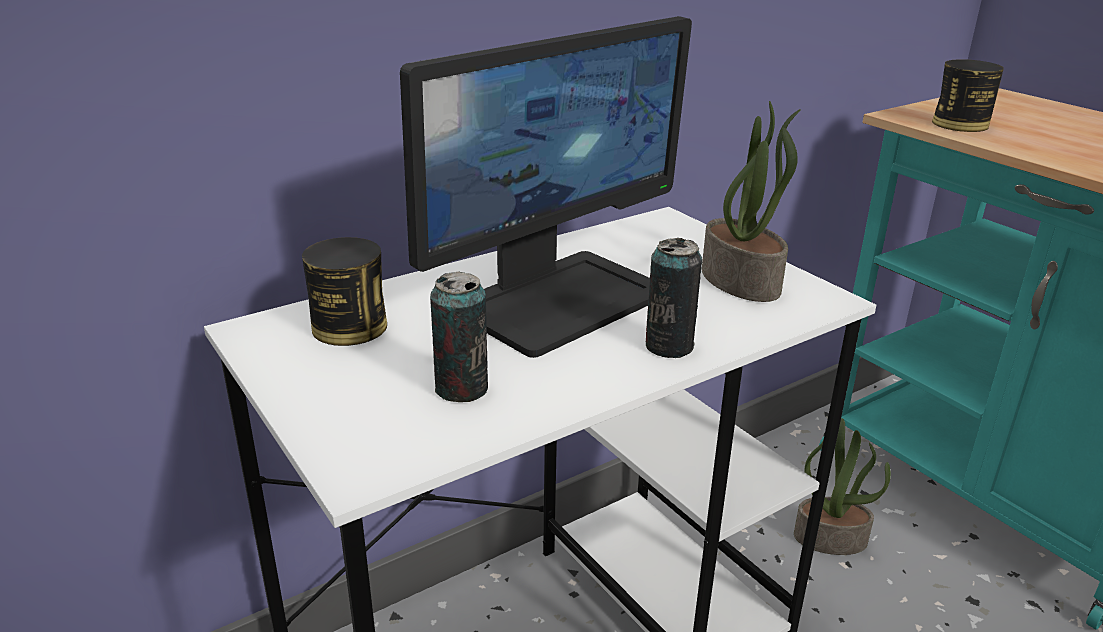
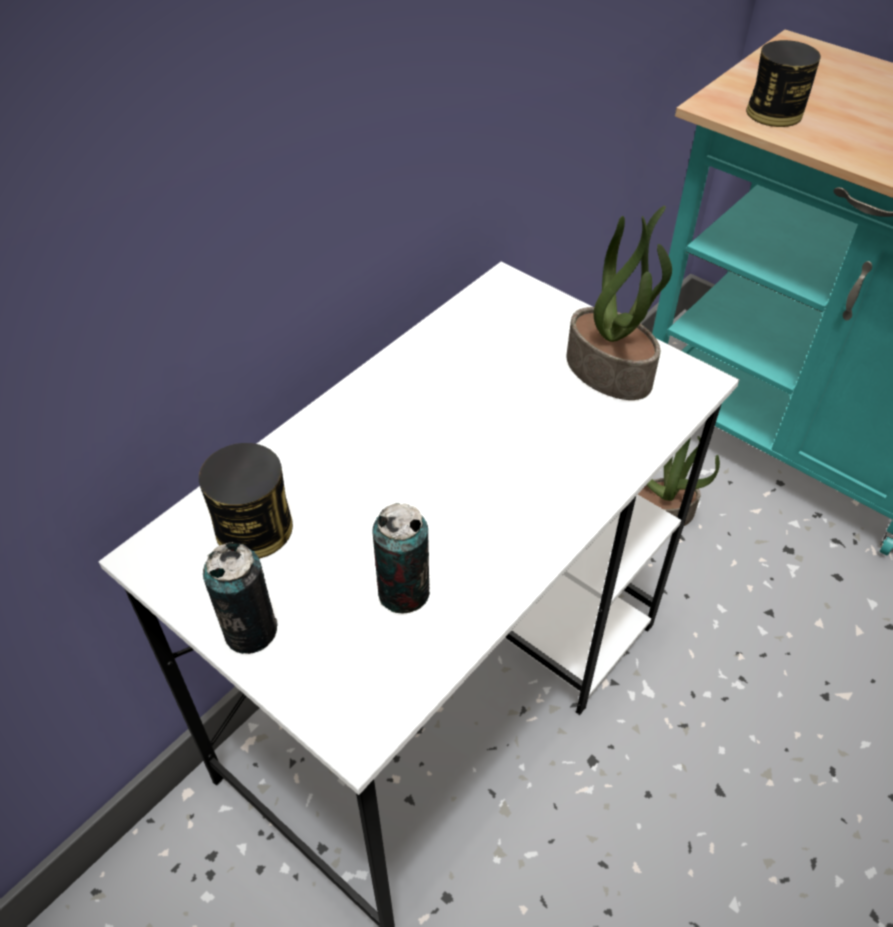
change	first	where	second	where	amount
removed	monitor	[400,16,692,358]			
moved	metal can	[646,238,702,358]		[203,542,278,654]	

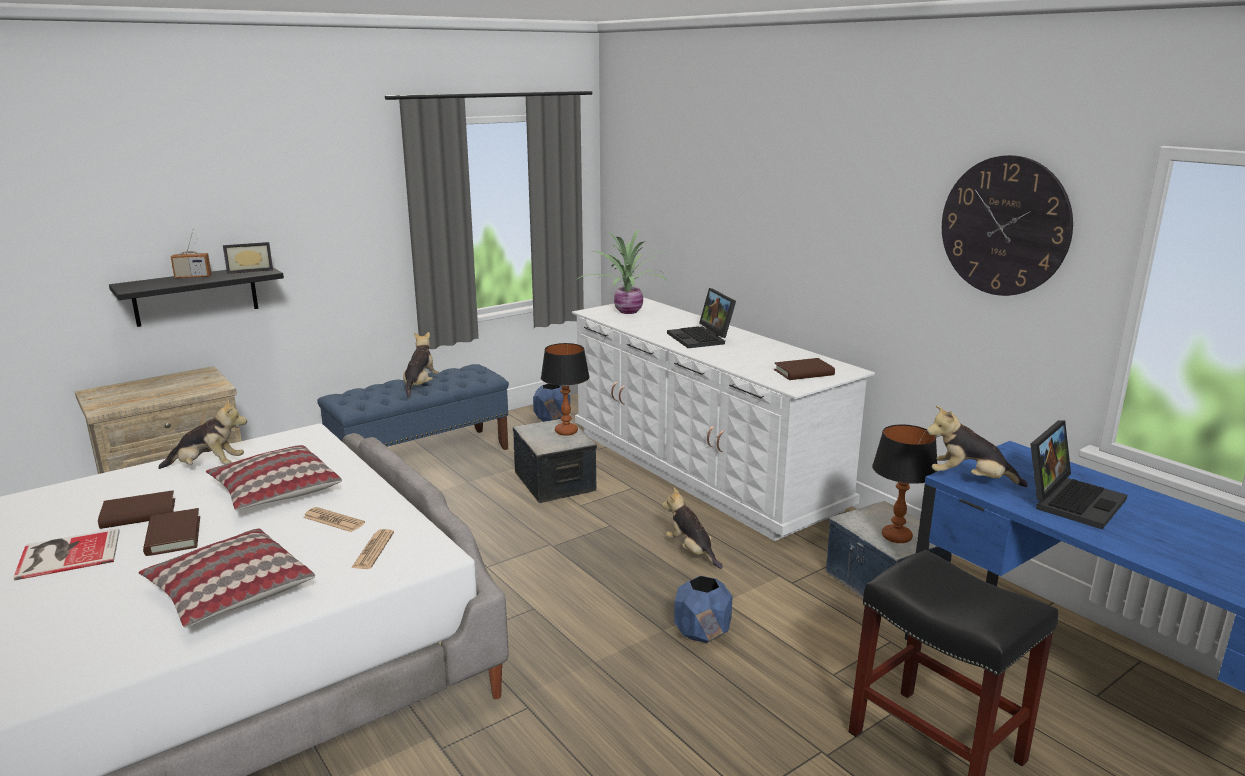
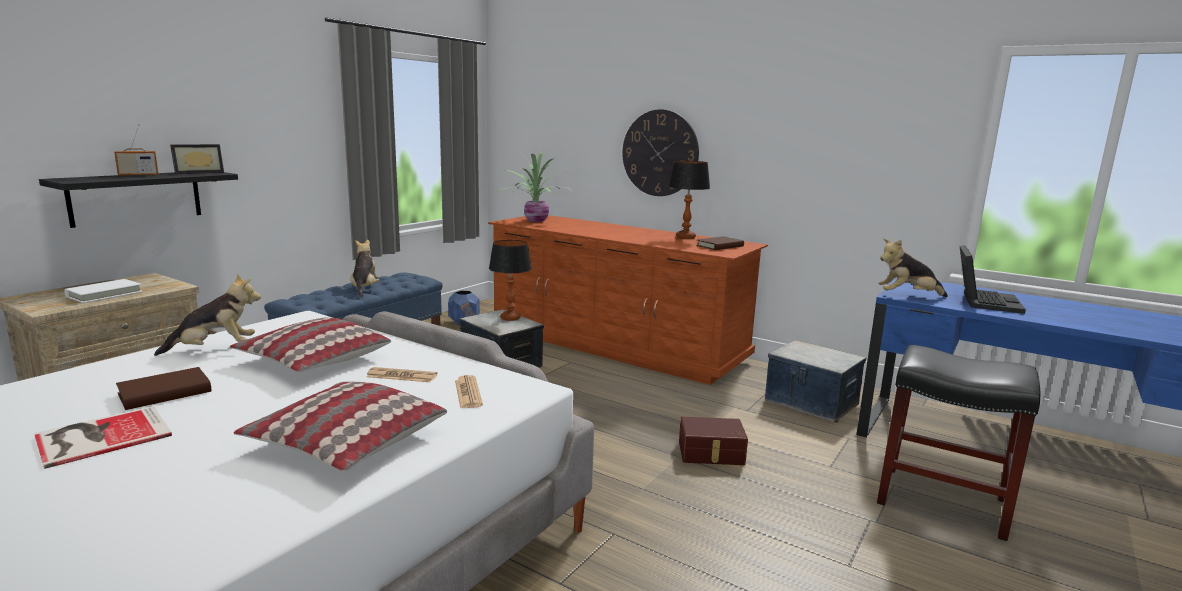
change	first	where	second	where	amount
removed	volume (brownish)	[143,508,200,556]			
recoloured	dresser (white)	[572,298,875,541]	dresser (brownish)	[488,215,768,385]	
removed	cuddly toy	[662,488,723,569]			
removed	notebook computer	[667,288,736,348]			
replaced	planter (blue)	[674,576,733,643]	storage box (brownish)	[679,417,748,465]	
moved	lamp for a table	[872,425,938,543]		[668,161,710,239]	
moved	hanging clock	[942,155,1073,296]		[622,109,699,196]	
added			volume (white)	[64,279,143,303]	

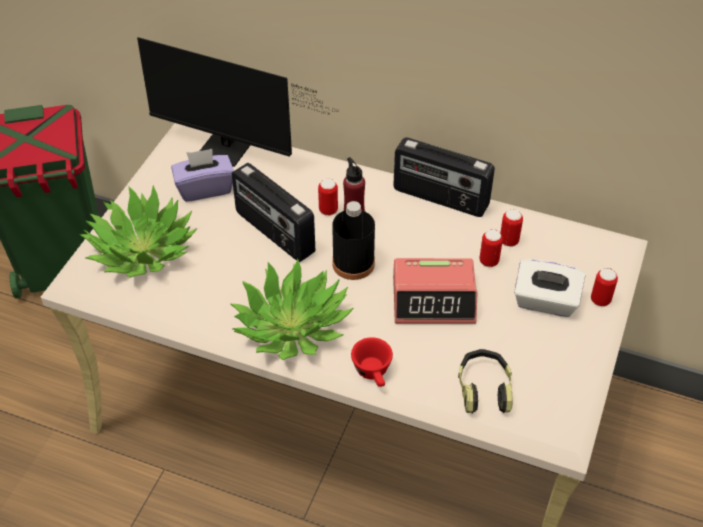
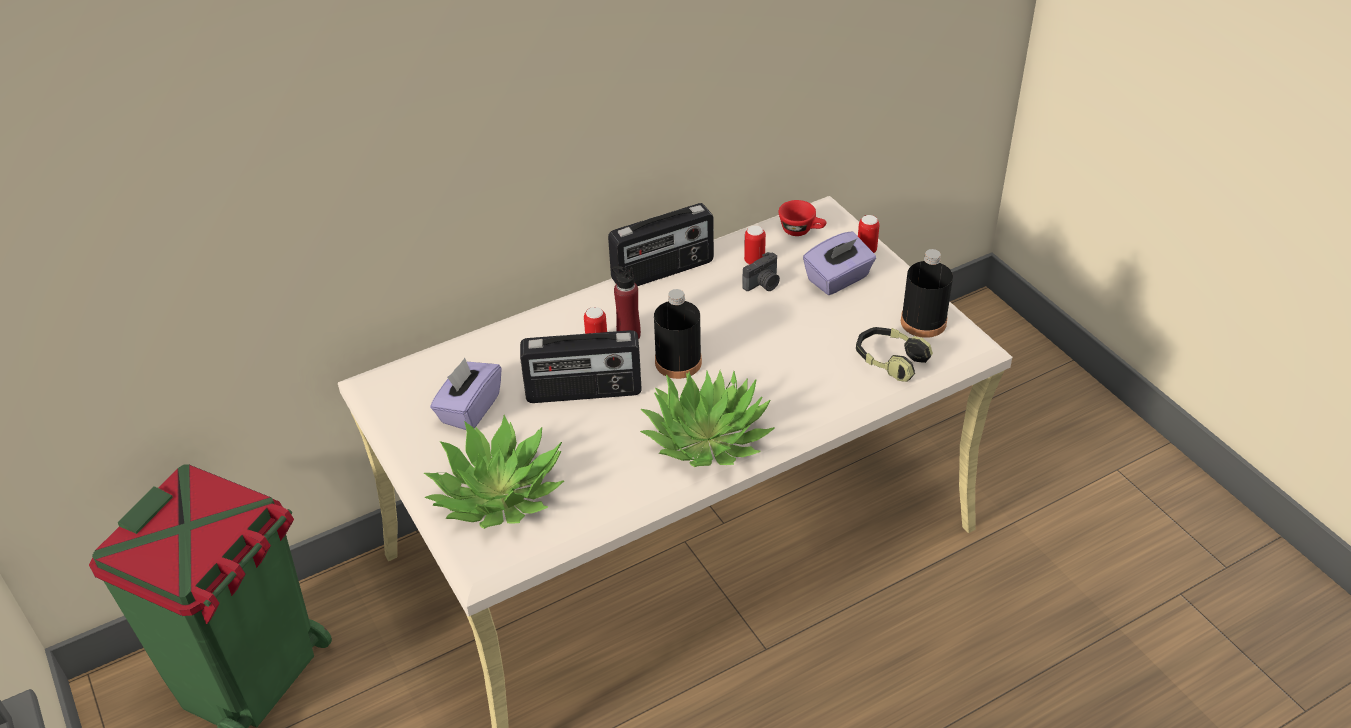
change	first	where	second	where	amount
removed	monitor	[137,37,337,167]			
moved	small cup (red)	[351,337,393,387]		[779,200,826,236]	
removed	bedside clock	[393,258,478,324]			
replaced	metal can	[479,229,503,267]	photo camera	[742,252,780,291]	
recoloured	tissue holder (white)	[514,259,586,317]	tissue holder (purple-coloured)	[803,232,876,295]	
added			beverage bottle (black-coloured)	[901,249,953,338]	

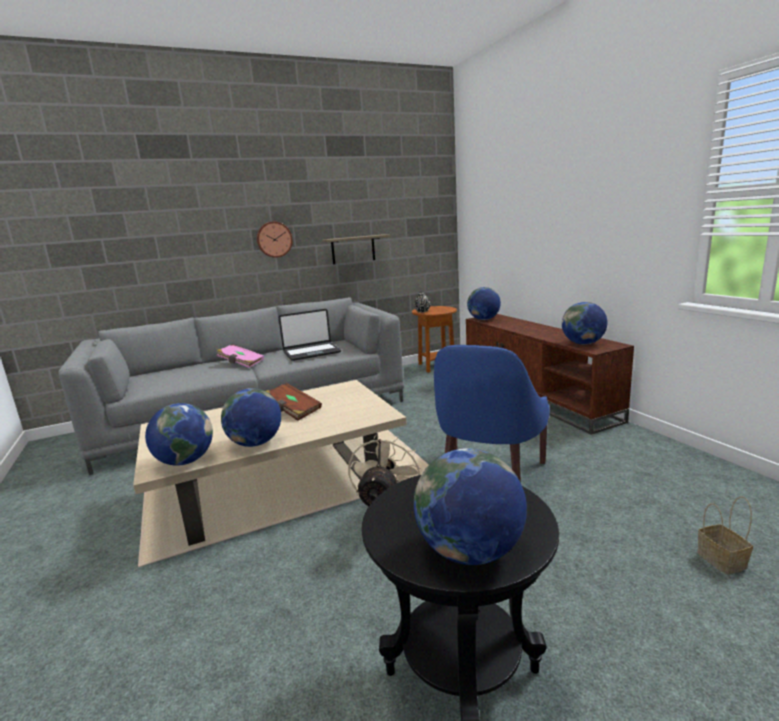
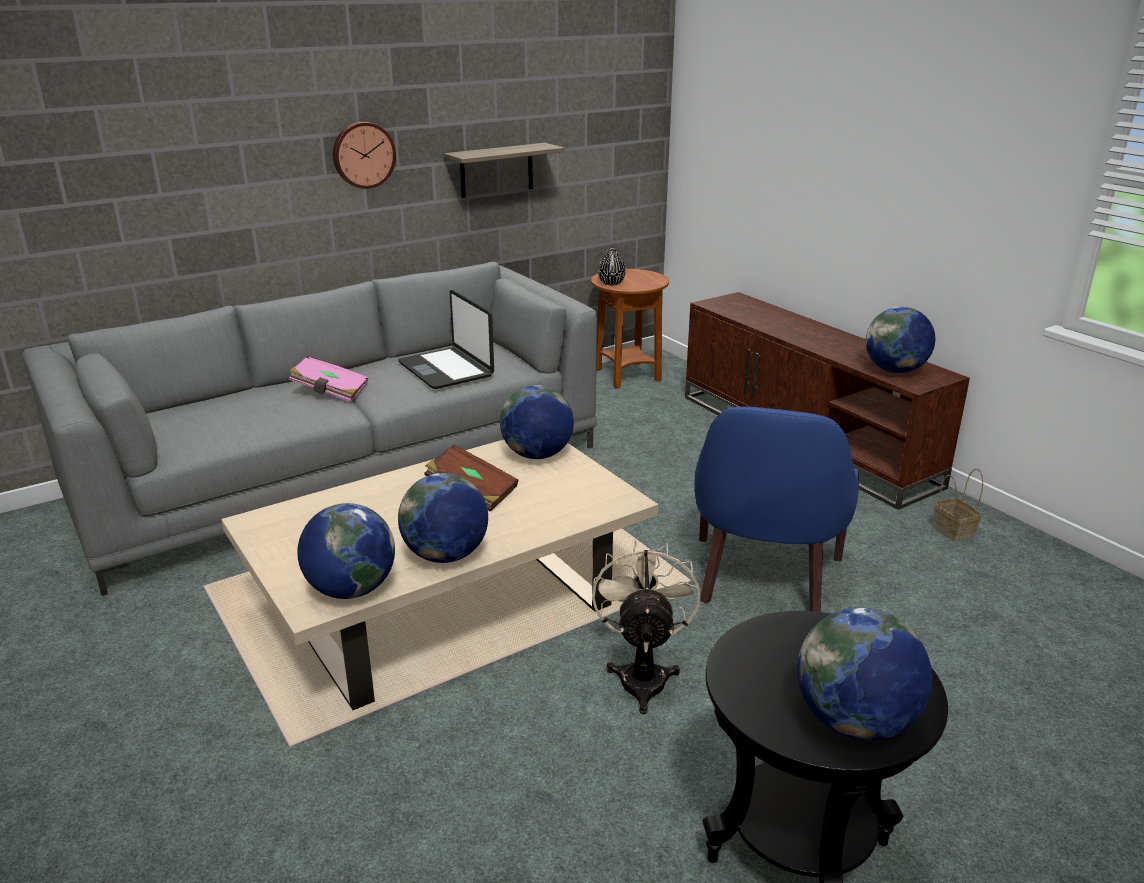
change	first	where	second	where	amount
turned	notebook computer	[279,309,341,361]		[398,290,494,389]	90 degrees clockwise
moved	world globe	[467,287,501,320]		[500,385,574,459]	
moved	household basket	[697,496,753,575]		[933,468,983,542]	

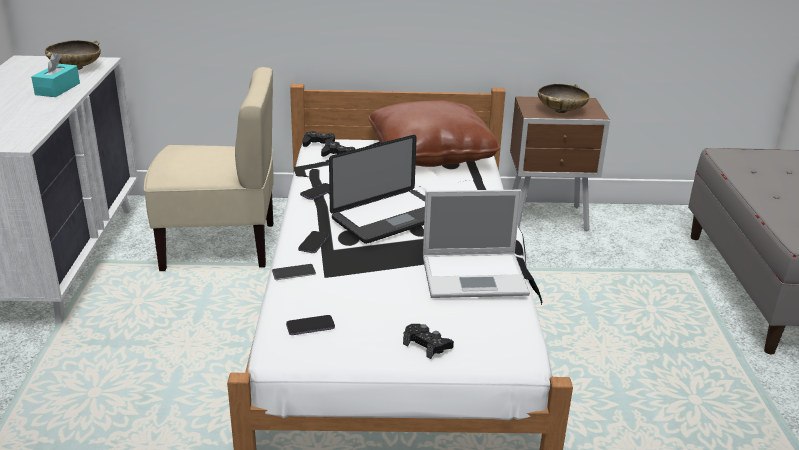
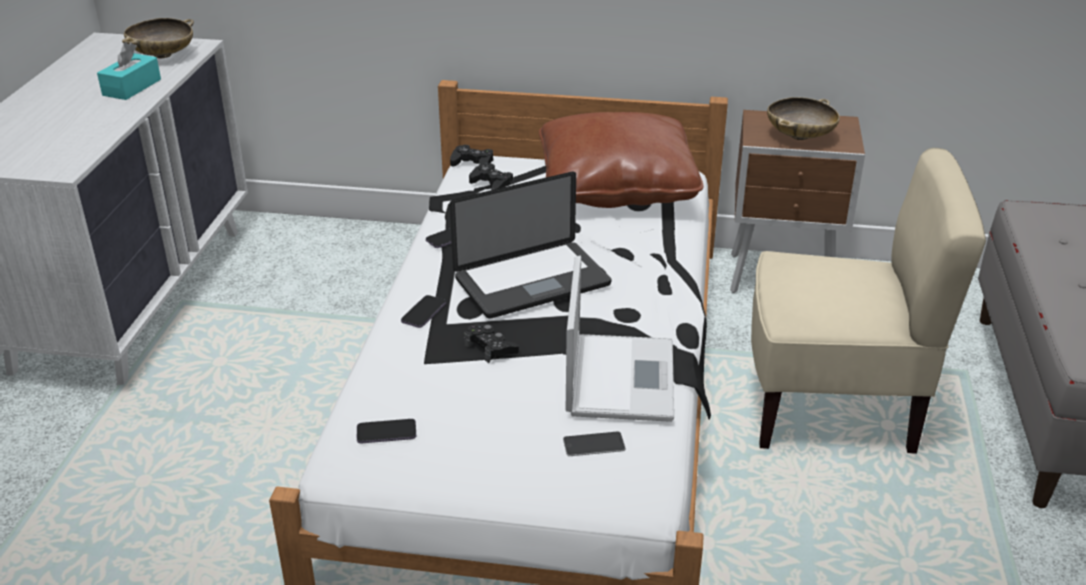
change	first	where	second	where	amount
moved	chair (sand-coloured)	[144,67,274,271]		[751,148,986,454]	
moved	handset	[272,264,316,280]		[563,432,626,456]	
moved	gamepad (black-coloured)	[403,324,454,359]		[464,323,519,363]	
turned	notebook computer	[423,190,530,298]		[566,256,674,422]	90 degrees counterclockwise

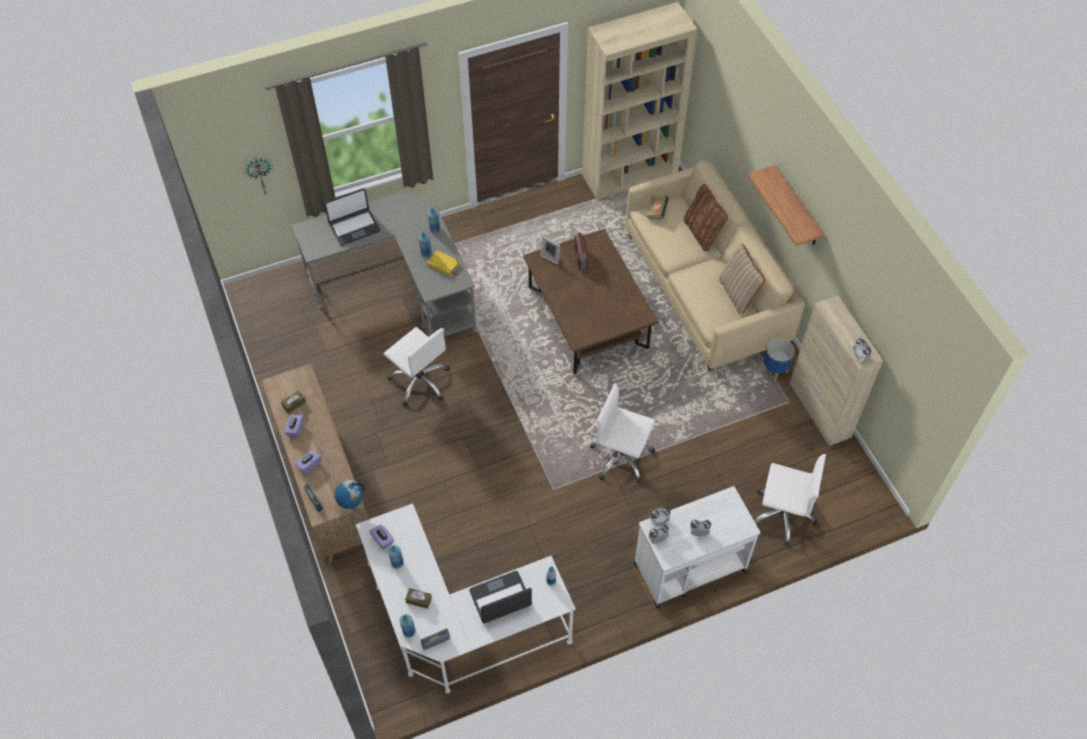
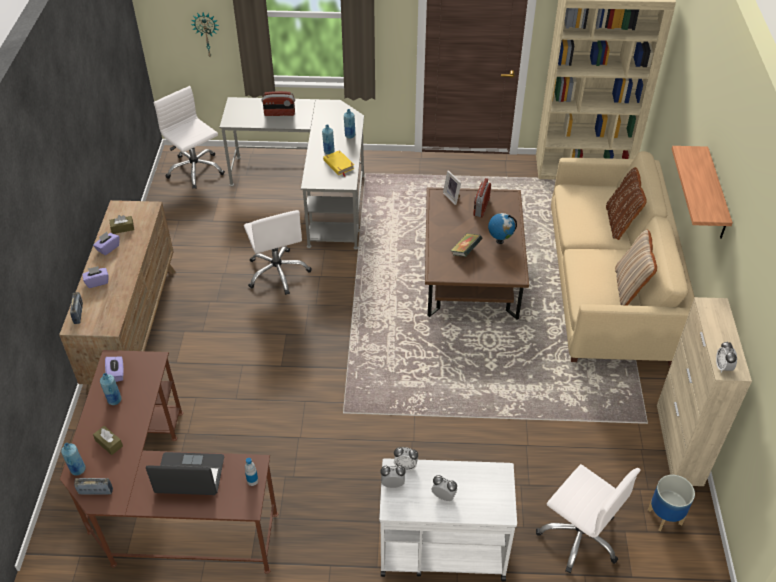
change	first	where	second	where	amount
replaced	notebook computer	[324,188,380,246]	radio set	[261,91,295,116]	
moved	world globe	[335,480,364,509]		[488,213,517,244]	
recoloured	desk unit (white)	[356,504,576,694]	desk unit (brownish)	[60,350,278,574]	
moved	desk chair (white)	[590,383,655,483]		[154,86,225,189]	
moved	volume	[646,195,669,219]		[450,233,482,257]	
moved	planter	[761,338,795,382]		[648,475,695,531]	

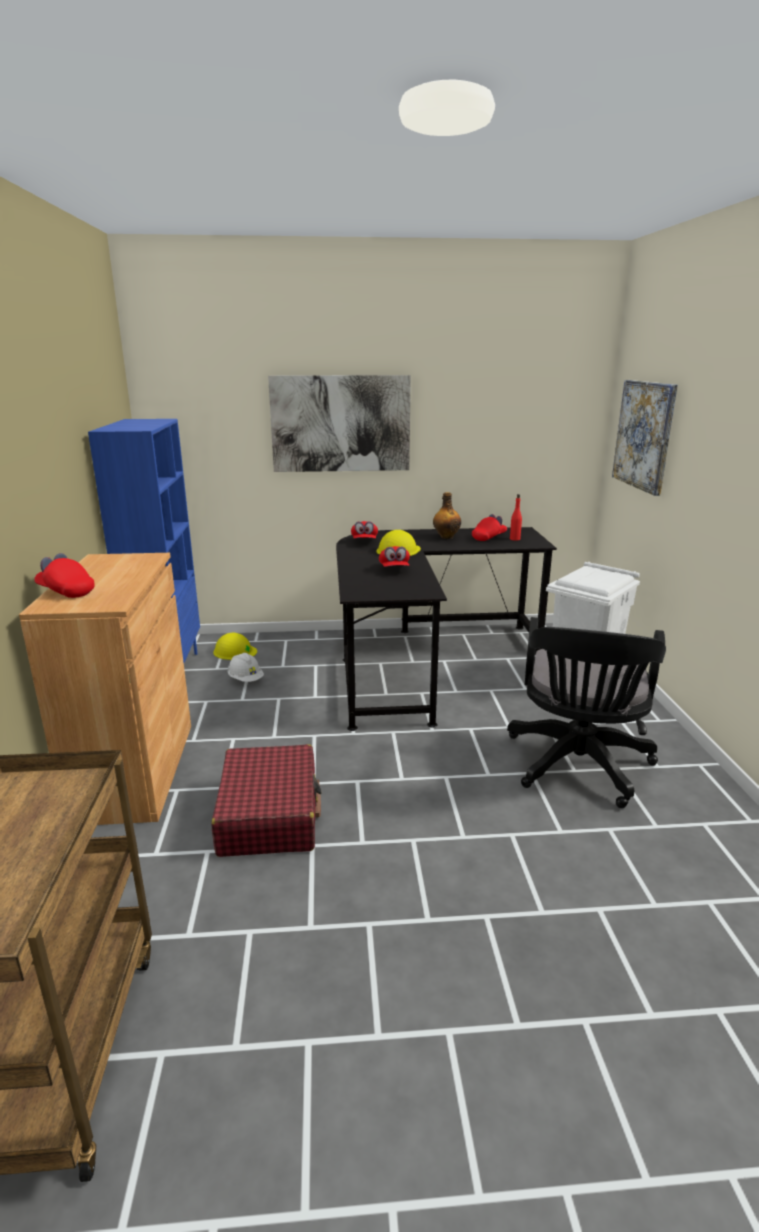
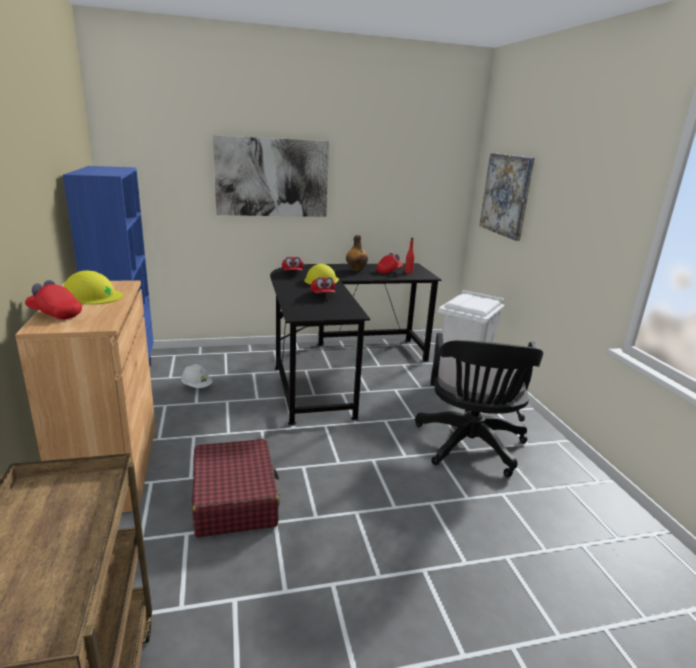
change	first	where	second	where	amount
moved	work helmet (yellow)	[213,633,257,660]		[63,270,123,305]	

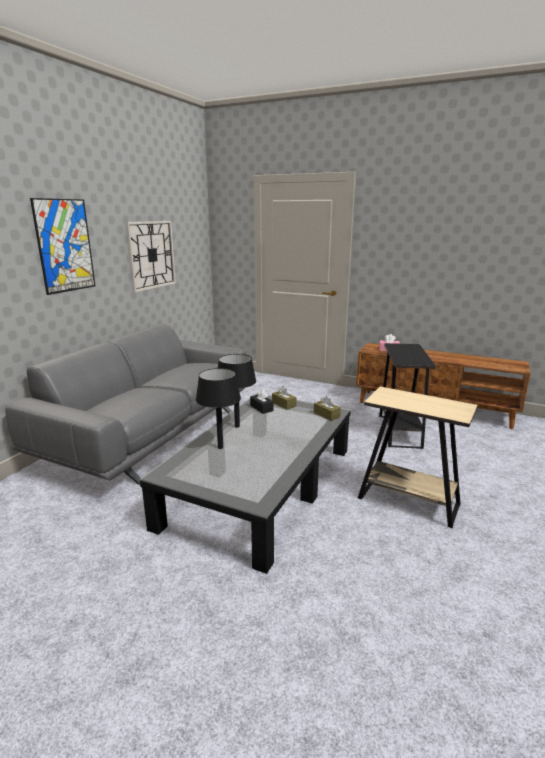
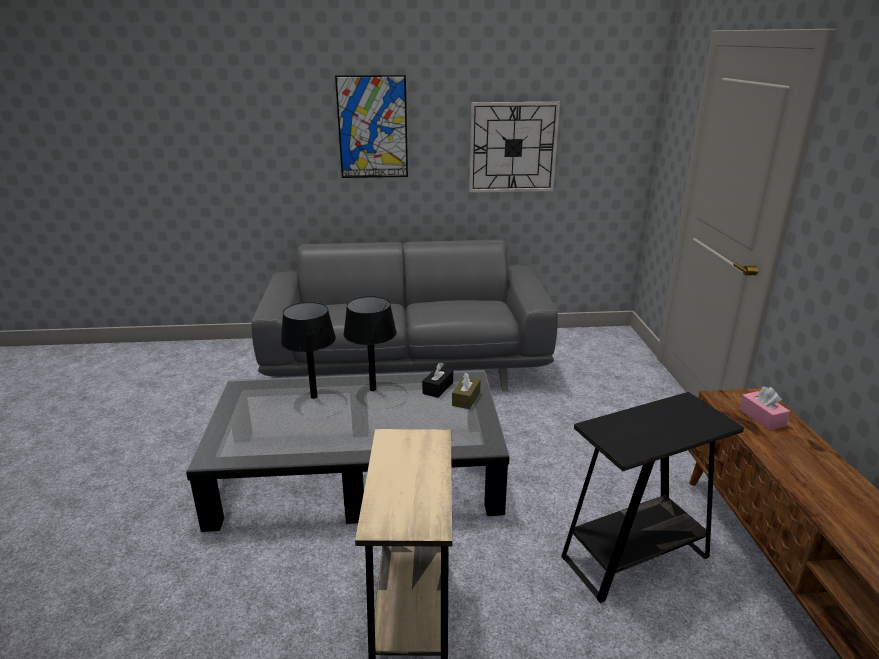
change	first	where	second	where	amount
removed	tissue holder (brownish)	[314,396,341,421]			

